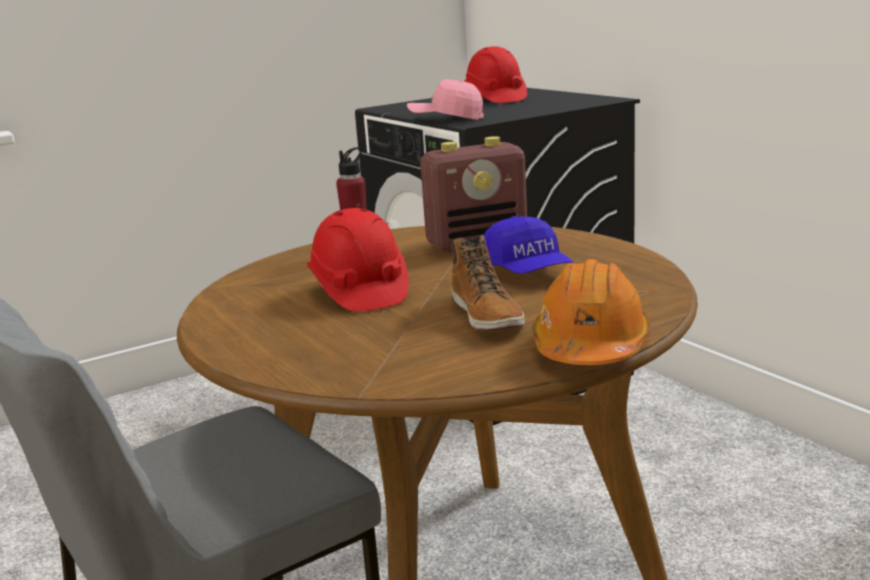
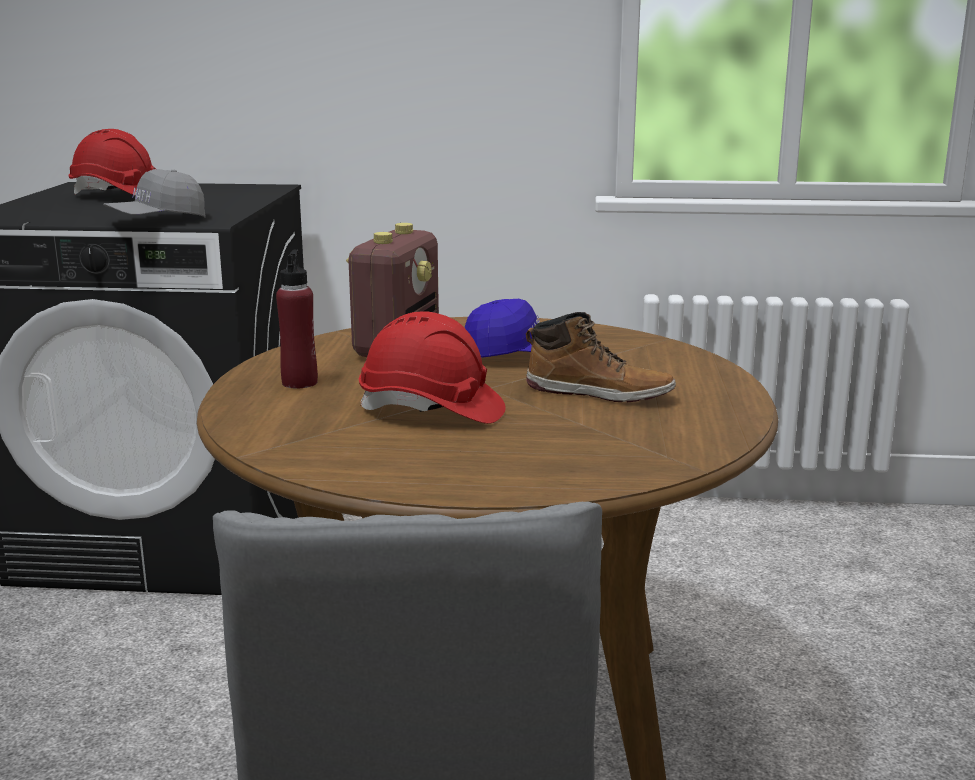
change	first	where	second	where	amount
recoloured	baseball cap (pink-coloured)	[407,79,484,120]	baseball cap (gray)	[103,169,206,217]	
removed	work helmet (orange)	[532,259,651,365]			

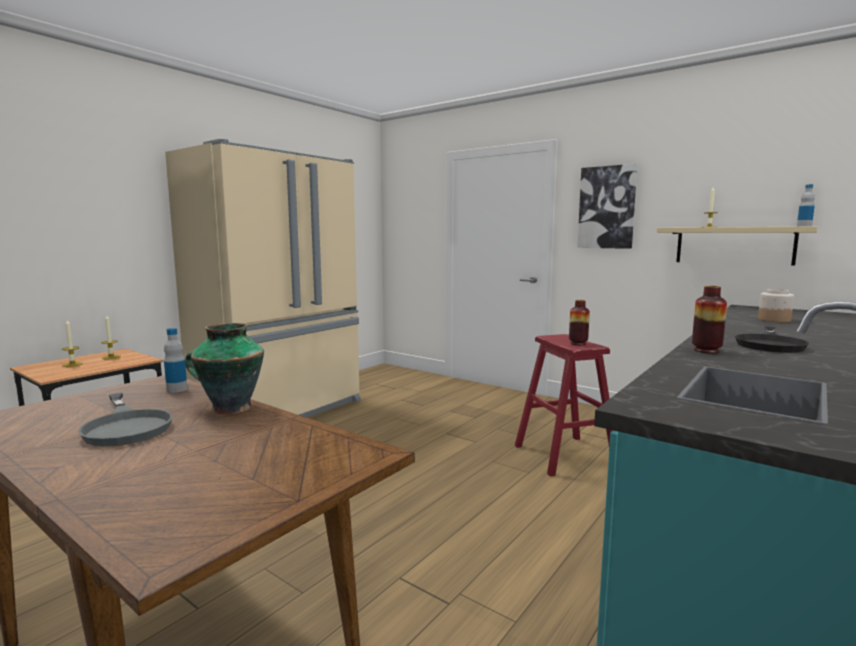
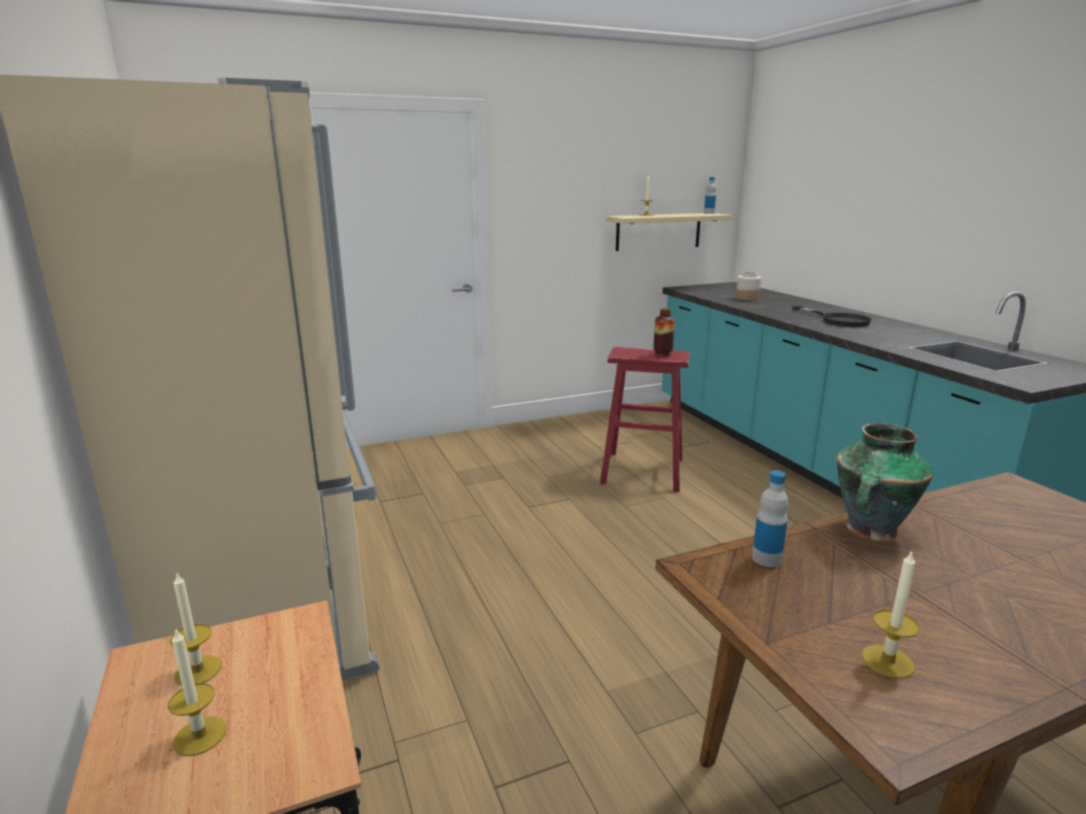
change	first	where	second	where	amount
removed	pan (gray)	[78,393,173,447]			
removed	wall art	[577,164,637,249]			
removed	flower vase	[692,286,727,353]			
added			wax light	[862,551,919,679]	

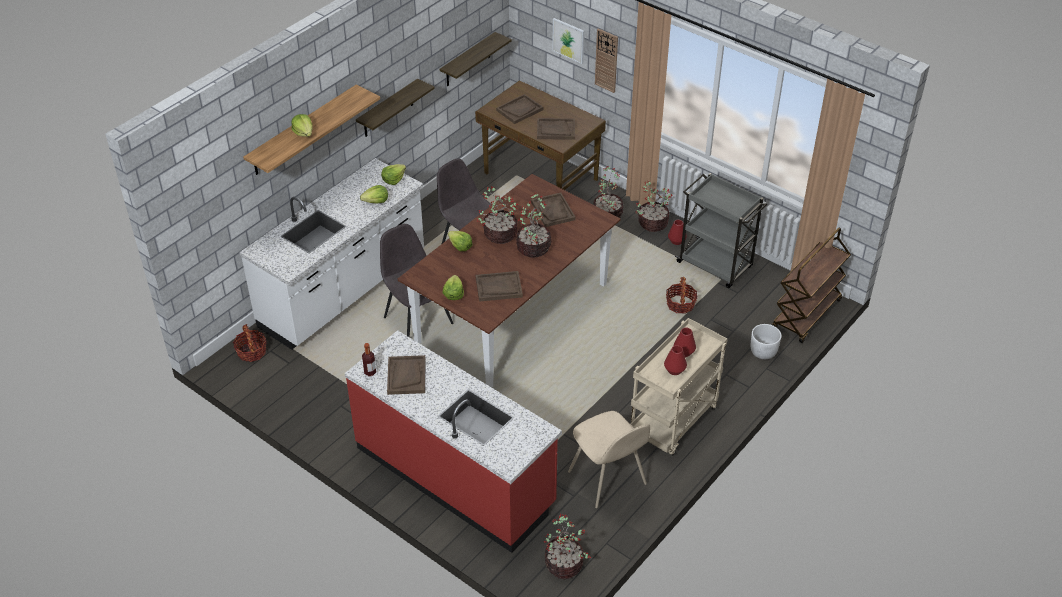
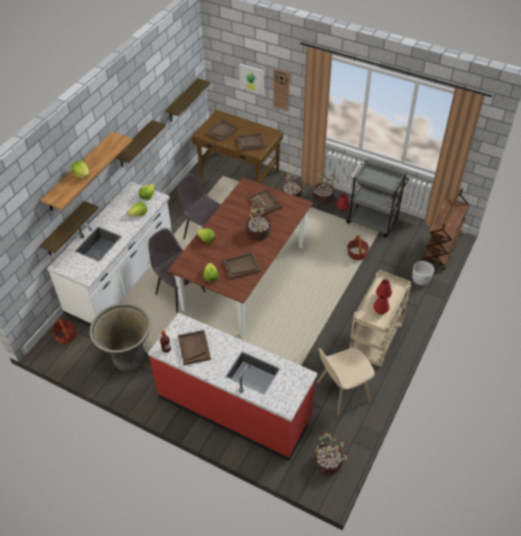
change	first	where	second	where	amount
removed	plant in a pot	[477,186,518,244]			
turned	chair (sand-coloured)	[568,411,650,508]		[317,348,375,416]	105 degrees clockwise
added			shelf	[40,201,99,255]	
added			planter (gray)	[90,303,151,371]	

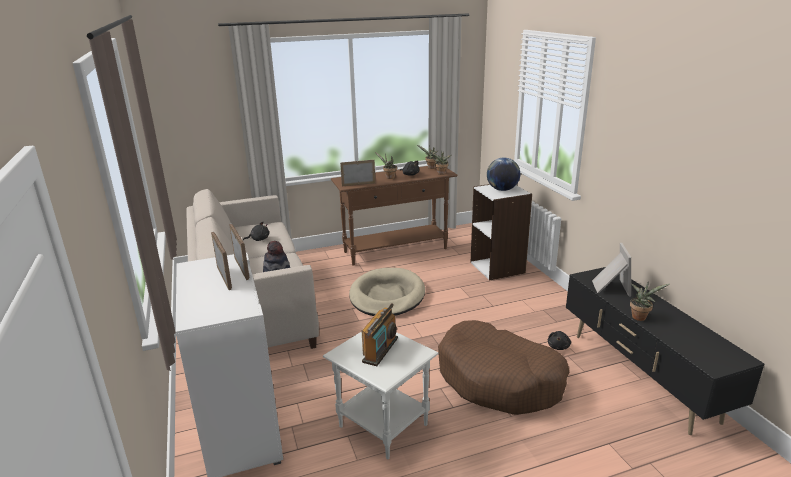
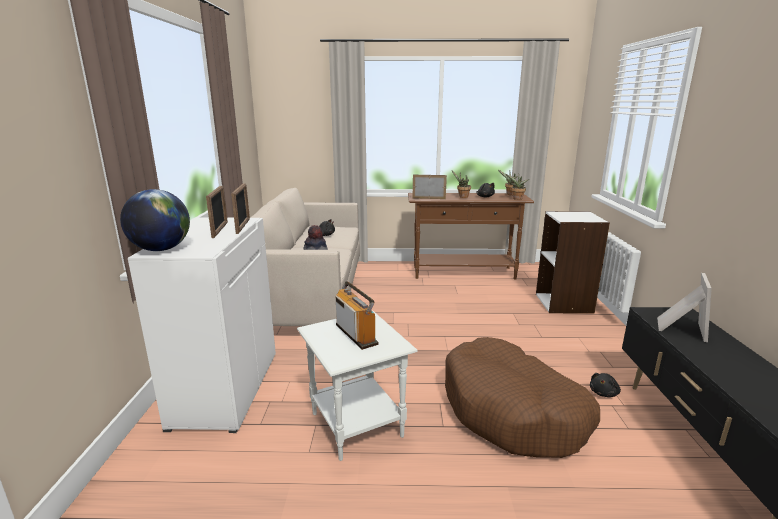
change	first	where	second	where	amount
removed	pet bed (sand-coloured)	[349,268,425,316]			
turned	radio set	[362,304,398,366]		[336,281,379,350]	75 degrees counterclockwise
moved	world globe	[487,157,520,191]		[120,189,190,251]	
removed	plant in a pot	[630,281,669,321]			

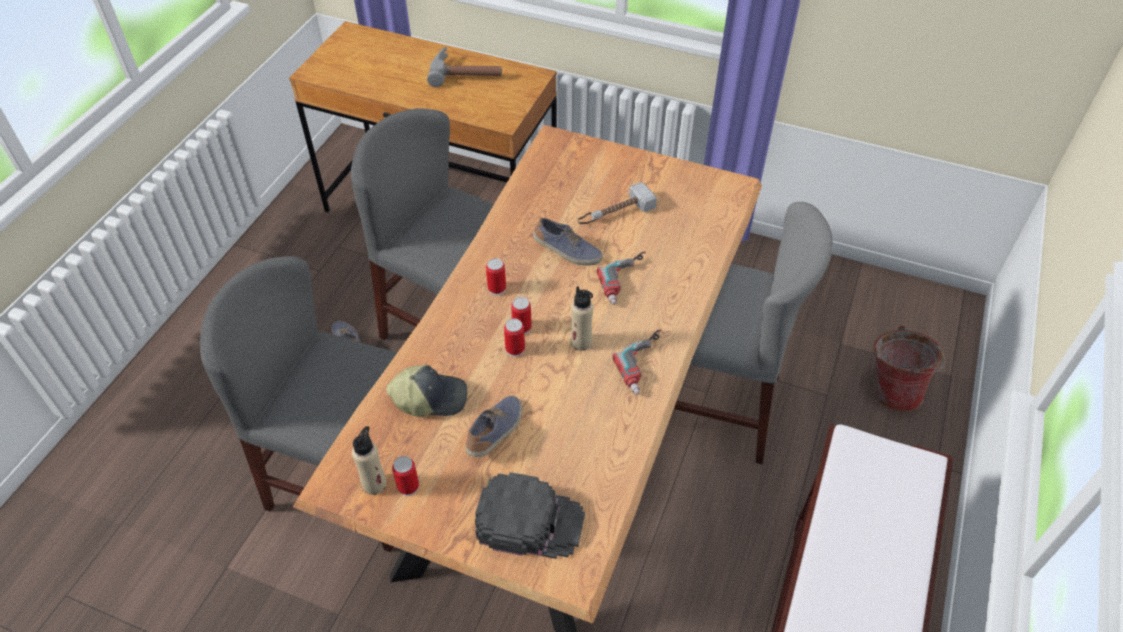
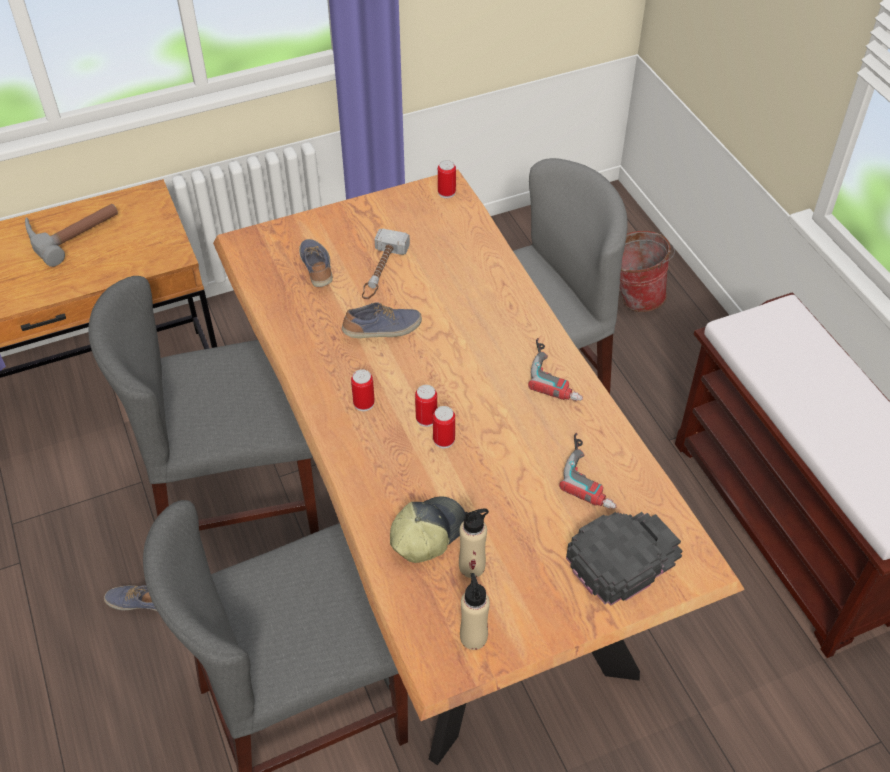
change	first	where	second	where	amount
moved	metal can	[392,456,419,496]		[438,160,456,198]	
moved	shoe	[466,396,522,457]		[299,239,333,287]	
moved	beverage bottle (sand-coloured)	[570,286,593,351]		[459,509,489,578]	
moved	electric drill	[597,252,646,305]		[559,433,617,509]	

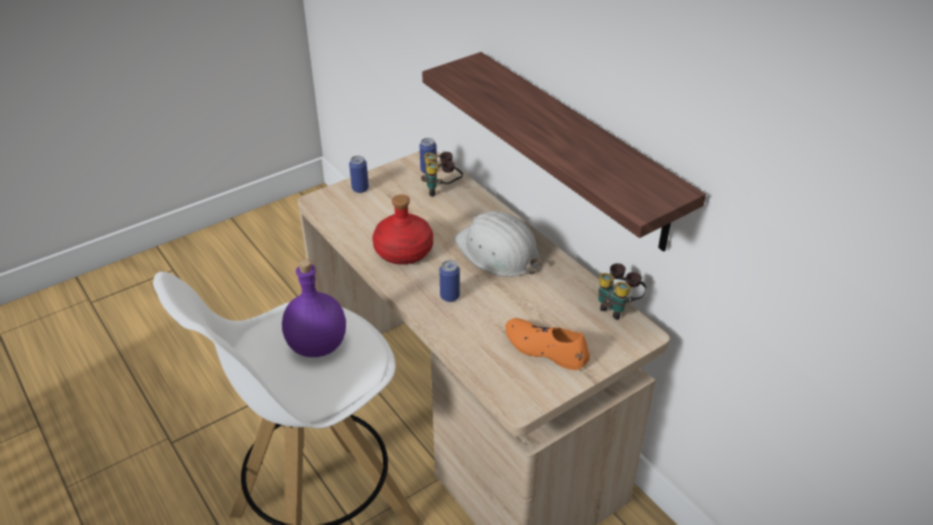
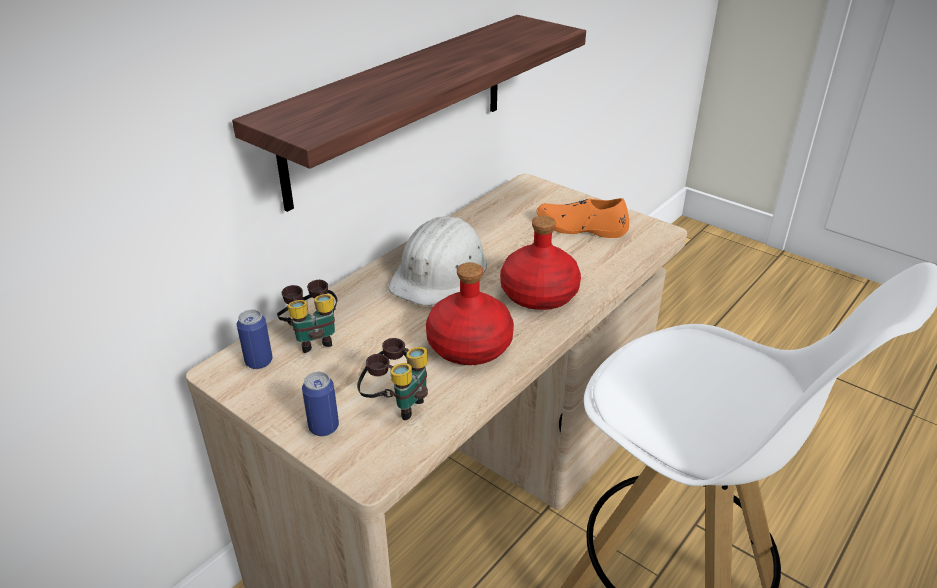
change	first	where	second	where	amount
removed	beverage bottle (purple-coloured)	[282,259,346,357]			
replaced	metal can	[439,260,460,302]	beverage bottle (red)	[500,215,581,310]	
turned	shoe (orange)	[506,318,590,370]		[536,198,629,238]	90 degrees clockwise
moved	field glasses	[598,263,646,320]		[357,338,428,420]	

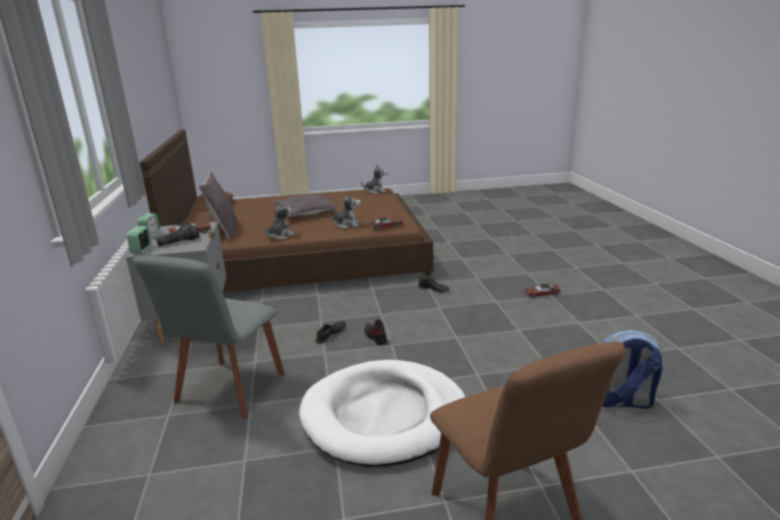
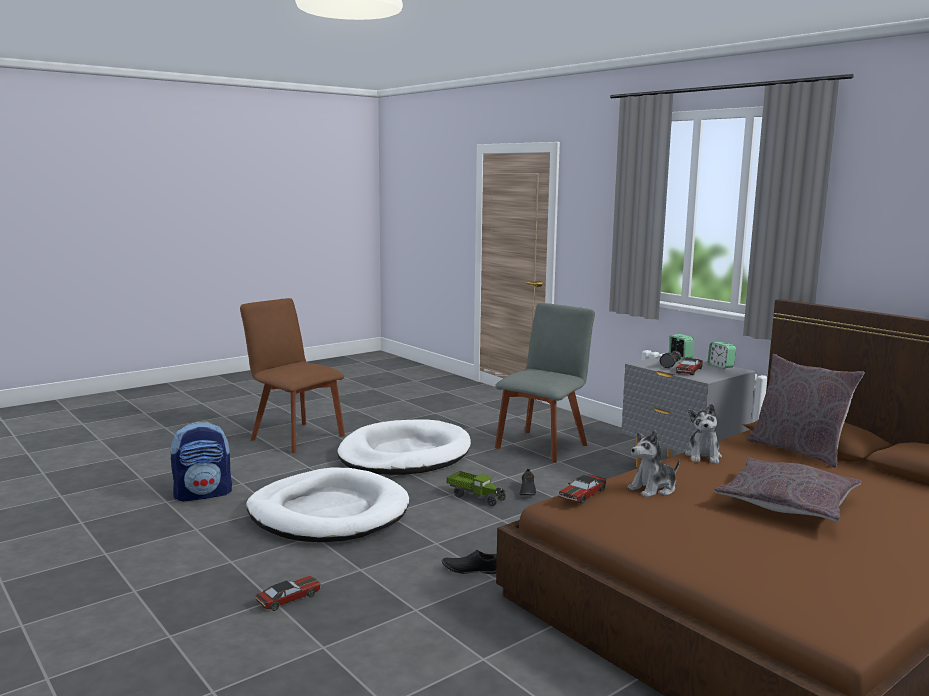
change	first	where	second	where	amount
turned	chair (gray)	[133,256,285,419]		[495,303,595,463]	45 degrees clockwise
removed	cuddly toy	[361,164,387,194]			
replaced	shoe	[365,320,387,345]	toy lorry	[446,471,507,506]	
added			pet bed (white)	[246,467,409,542]	

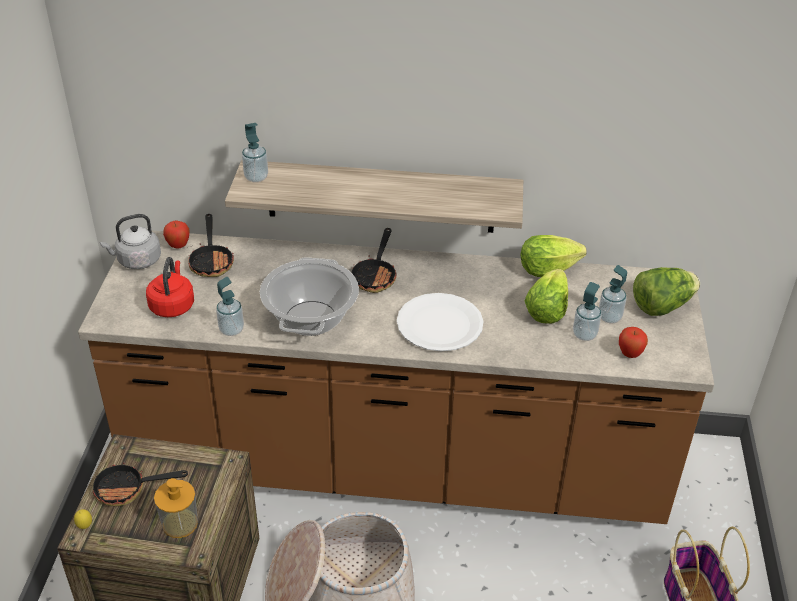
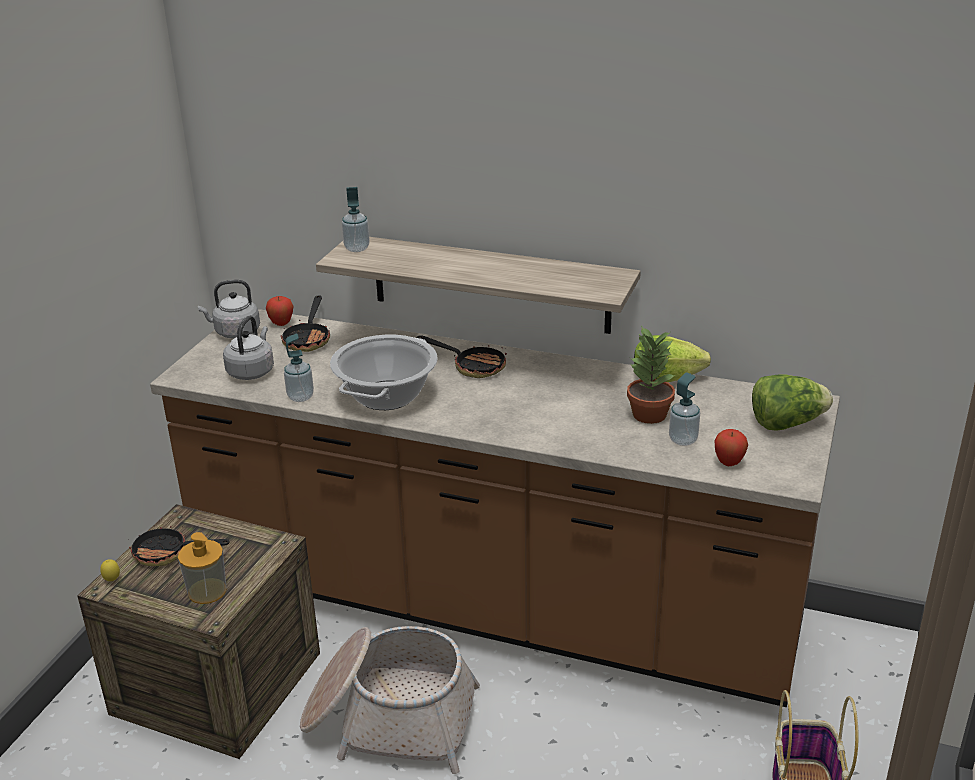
change	first	where	second	where	amount
recoloured	water kettle (red)	[146,257,194,317]	water kettle (gray)	[223,316,274,380]	
turned	pan	[352,228,397,293]		[416,335,507,378]	90 degrees counterclockwise
removed	dinner plate (white)	[397,293,484,351]			
replaced	lettuce	[524,269,568,324]	plant in a pot	[627,326,675,424]	
removed	liquid soap bottle	[599,265,627,323]			

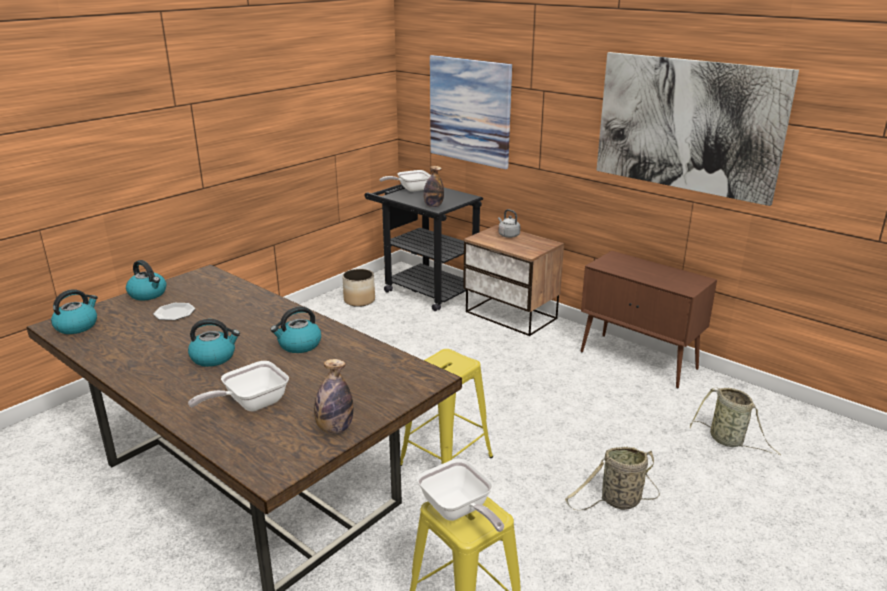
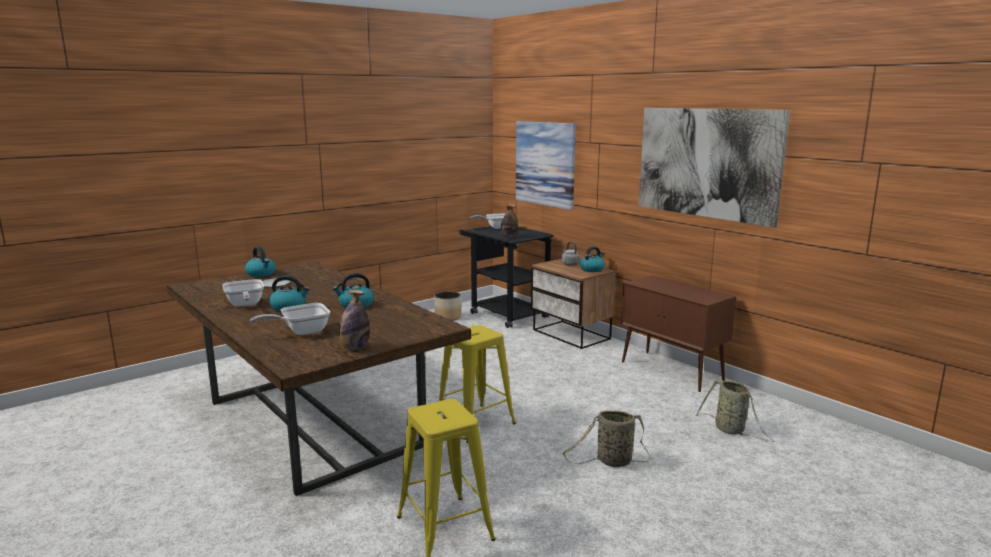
change	first	where	second	where	amount
moved	water kettle	[51,289,98,334]		[580,246,605,272]	
moved	pan	[417,459,504,532]		[223,279,264,307]	

